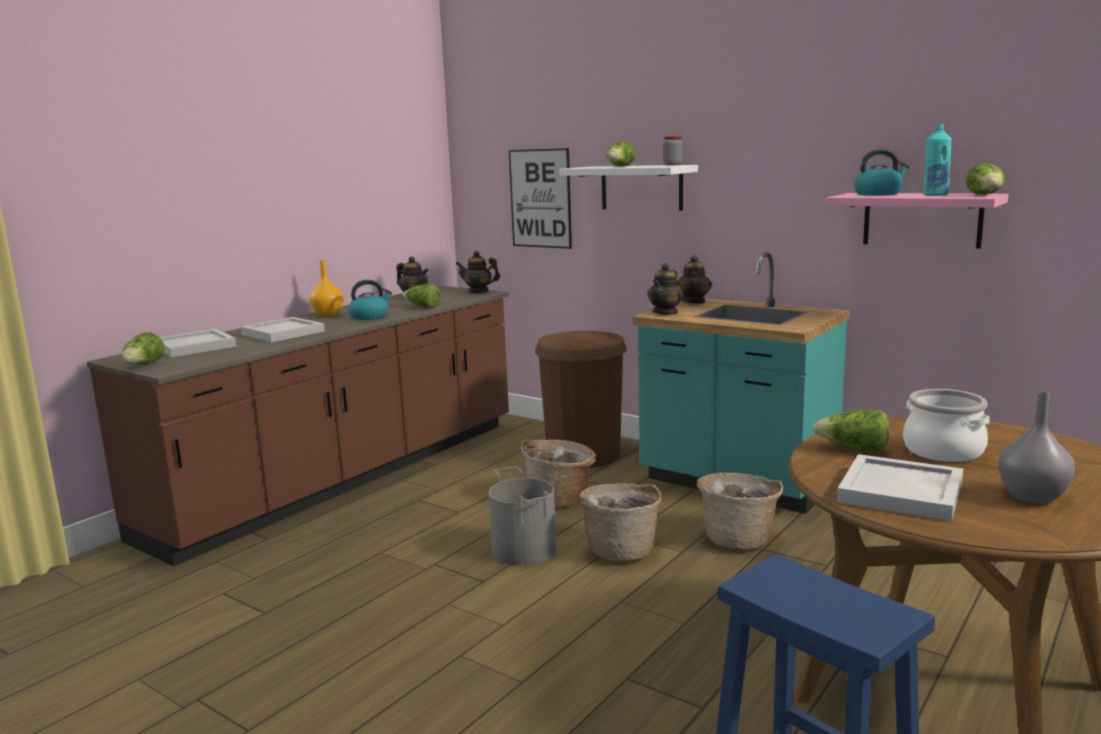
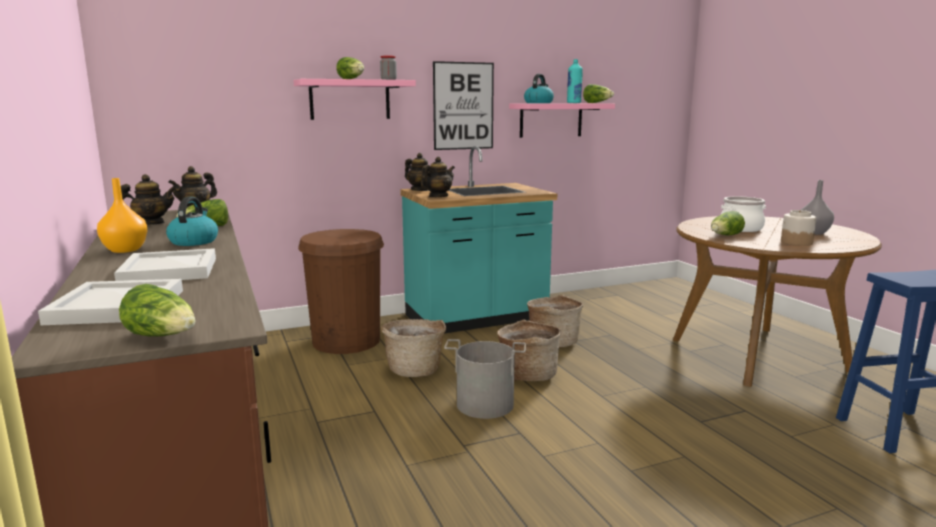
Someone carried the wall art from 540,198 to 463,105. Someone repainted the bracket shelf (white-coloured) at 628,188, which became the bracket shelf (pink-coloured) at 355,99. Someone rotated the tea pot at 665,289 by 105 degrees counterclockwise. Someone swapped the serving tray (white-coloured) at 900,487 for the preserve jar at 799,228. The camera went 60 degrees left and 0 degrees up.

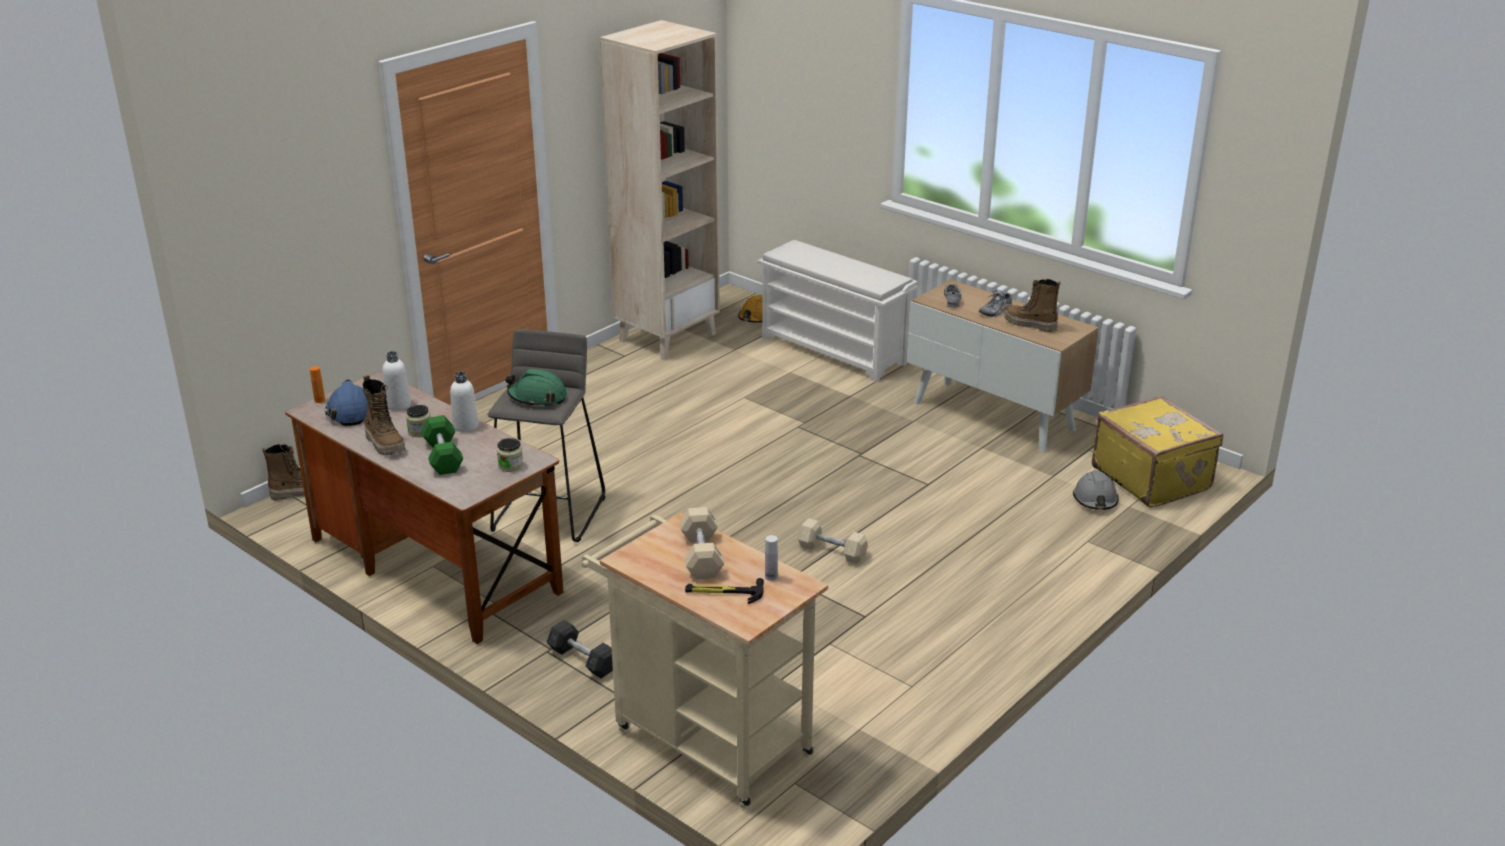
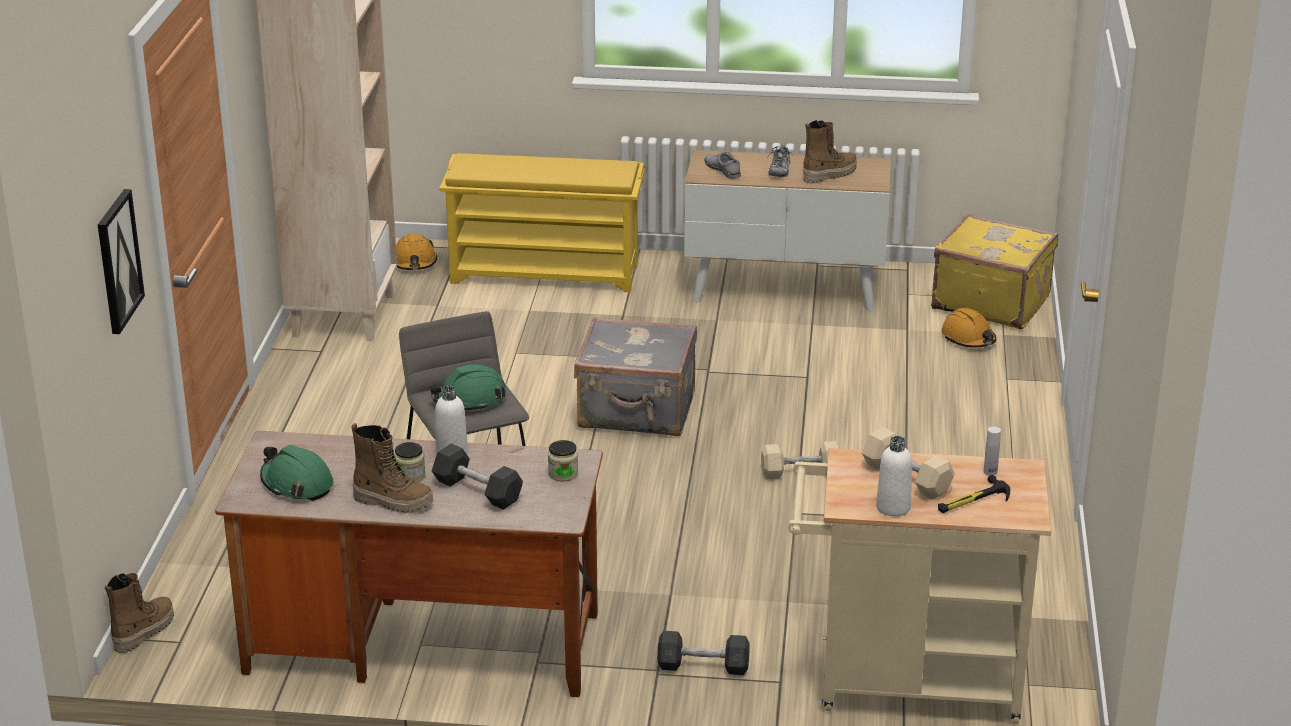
Someone repainted the shoe shelf (white-coloured) at 837,311, which became the shoe shelf (yellowish) at 542,222. Someone rotated the tall boot at 1032,306 by 150 degrees clockwise. Someone carried the drink bottle (white-coloured) from 396,381 to 894,476. Someone took away the drink bottle (orange) at 317,384. Someone repainted the hard hat (blue) at 346,402, which became the hard hat (greenish) at 296,473. Someone repainted the dumbbell (greenish) at 442,445, which became the dumbbell (grey) at 477,477. Someone repainted the hard hat (grey) at 1096,490, which became the hard hat (orange) at 968,328. Someone put up the wall art at 121,261. Someone put down the suitcase (grey) at 635,376. The camera went 35 degrees left and 0 degrees up.

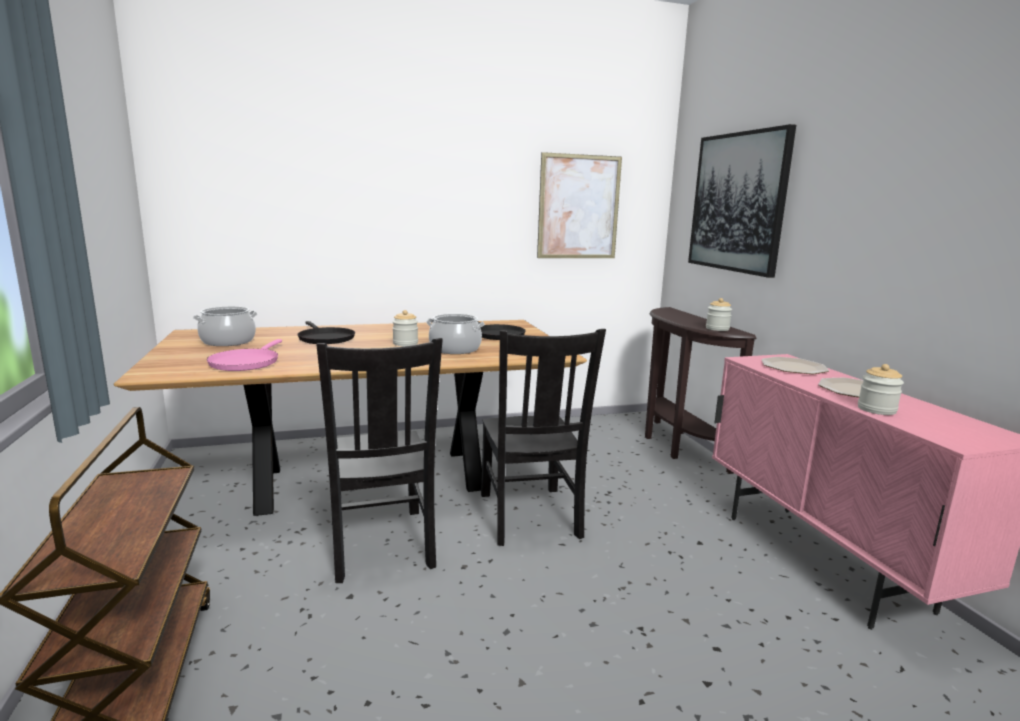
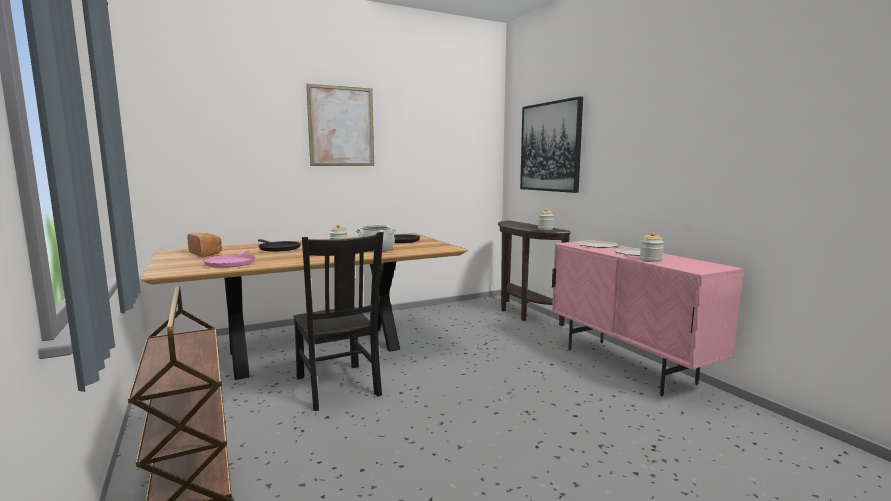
Someone carried the wall art from 579,205 to 340,125. Someone swapped the cooking pot at 225,326 for the baked bread at 204,245. Someone took away the upright chair (blackish) at 543,437. The camera went 10 degrees left and 5 degrees down.

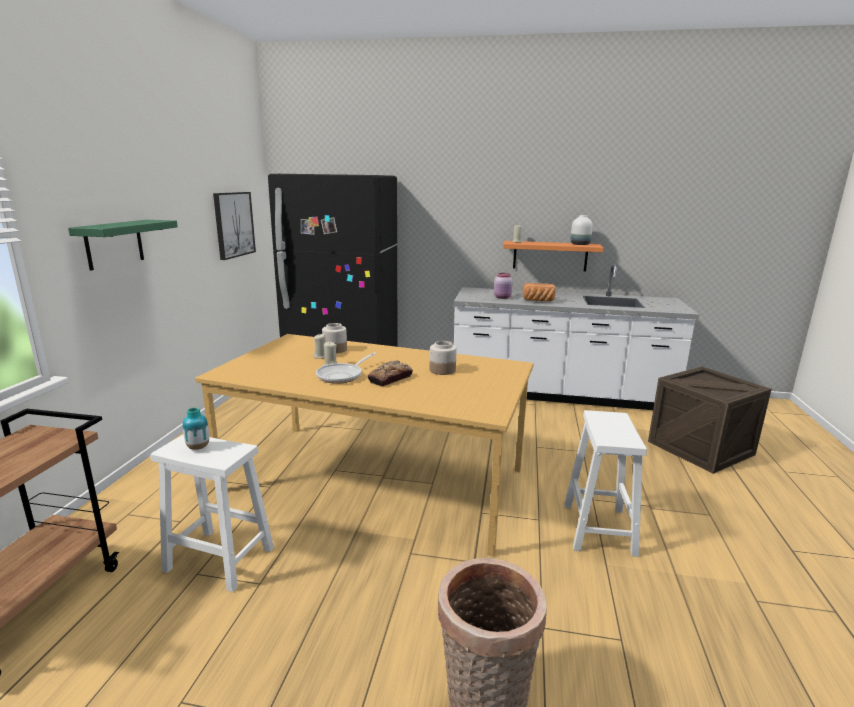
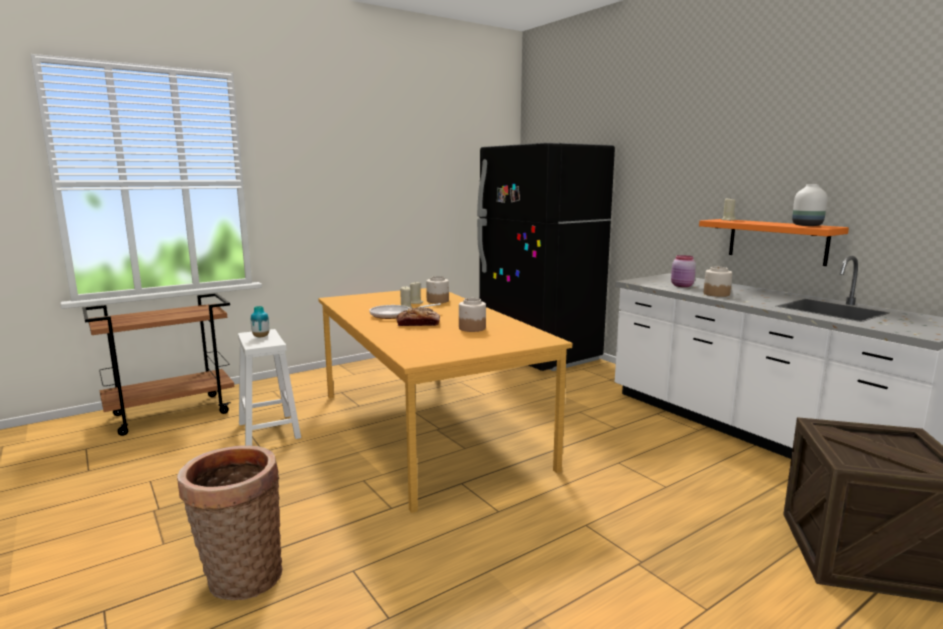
Someone took away the wall art at 234,226. Someone took away the bracket shelf (greenish) at 123,245. Someone swapped the baked bread at 539,292 for the preserve jar at 718,282. Someone took away the sitting stool (white-coloured) at 605,483. The camera went 45 degrees right and 5 degrees down.

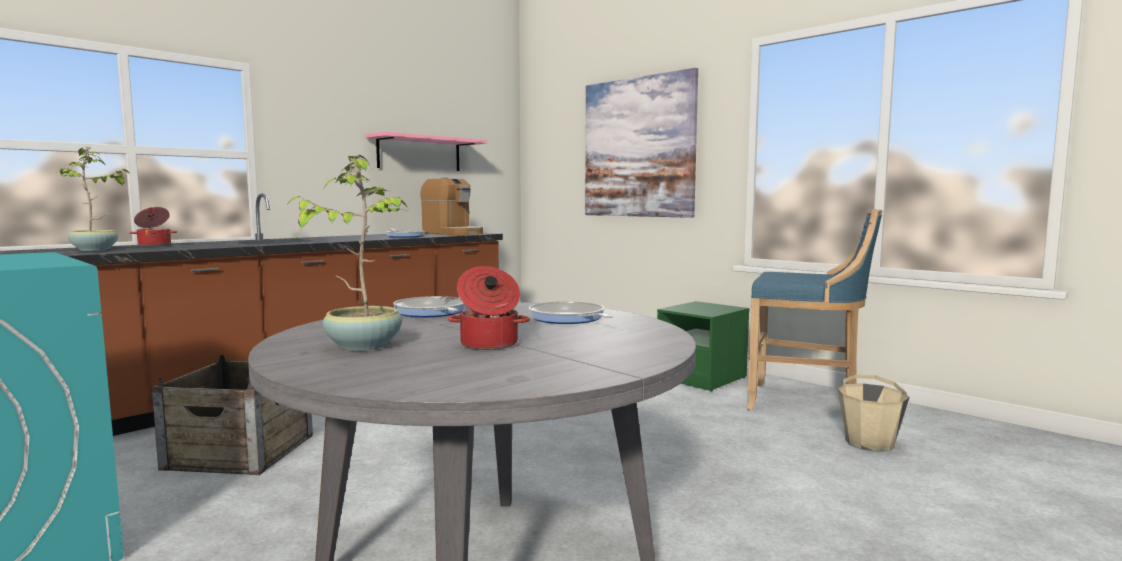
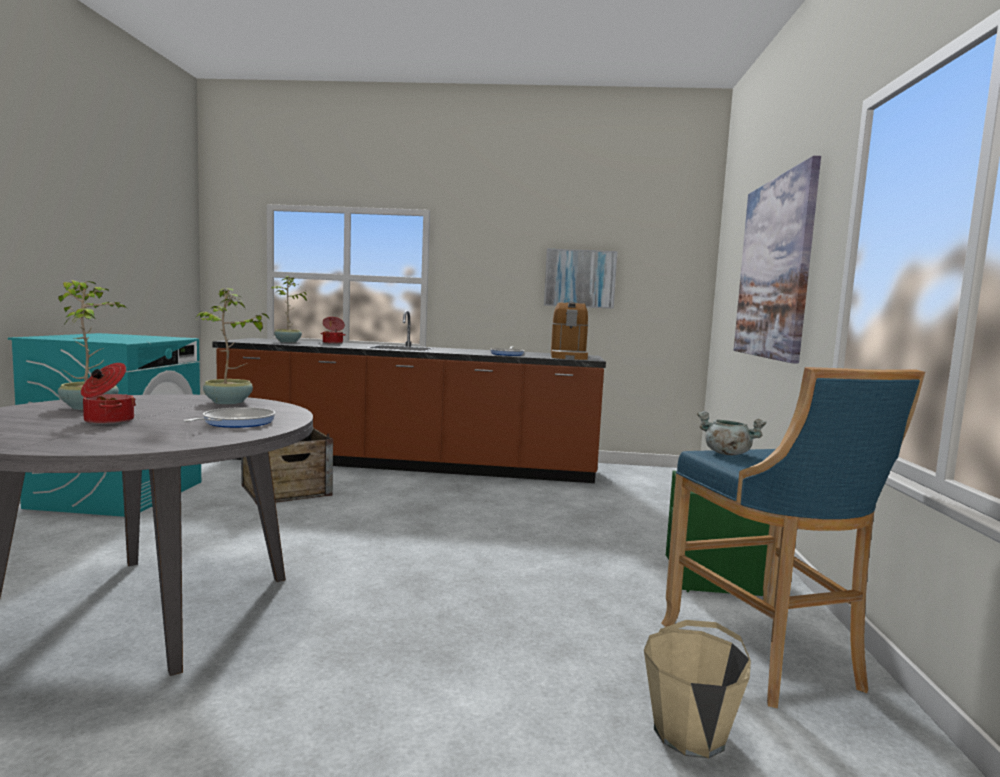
Someone swapped the bracket shelf (pink-coloured) at 426,151 for the wall art at 581,279. Someone swapped the skillet at 429,306 for the plant in a pot at 232,346. Someone put down the cooking pot (grey) at 731,433. The camera went 50 degrees right and 0 degrees up.

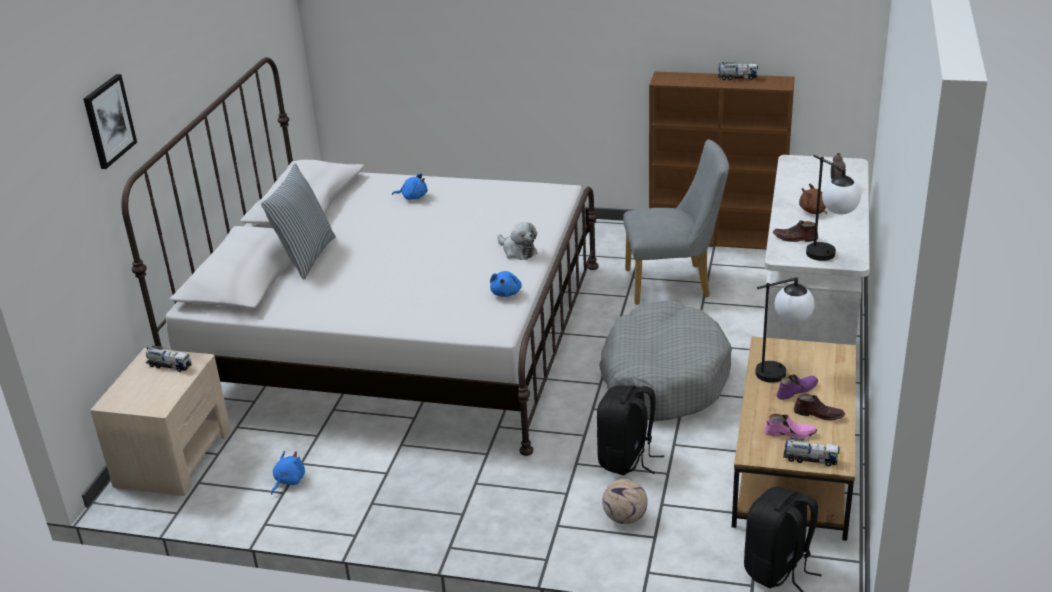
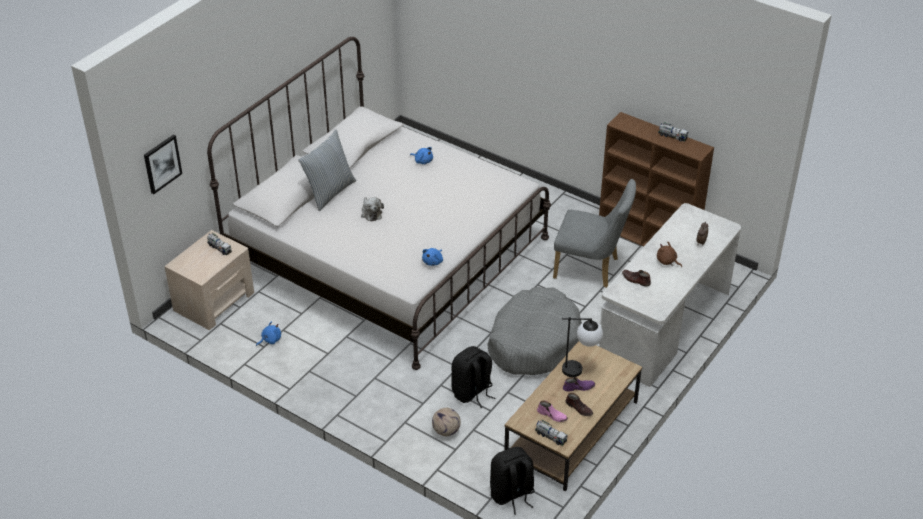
Someone carried the wall art from 110,121 to 163,164. Someone took away the table lamp at 833,208. Someone carried the plush toy from 517,241 to 372,209. The camera went 20 degrees right and 10 degrees up.

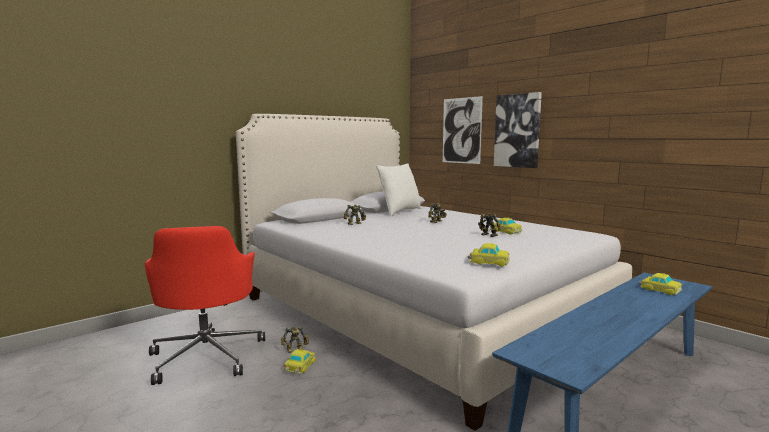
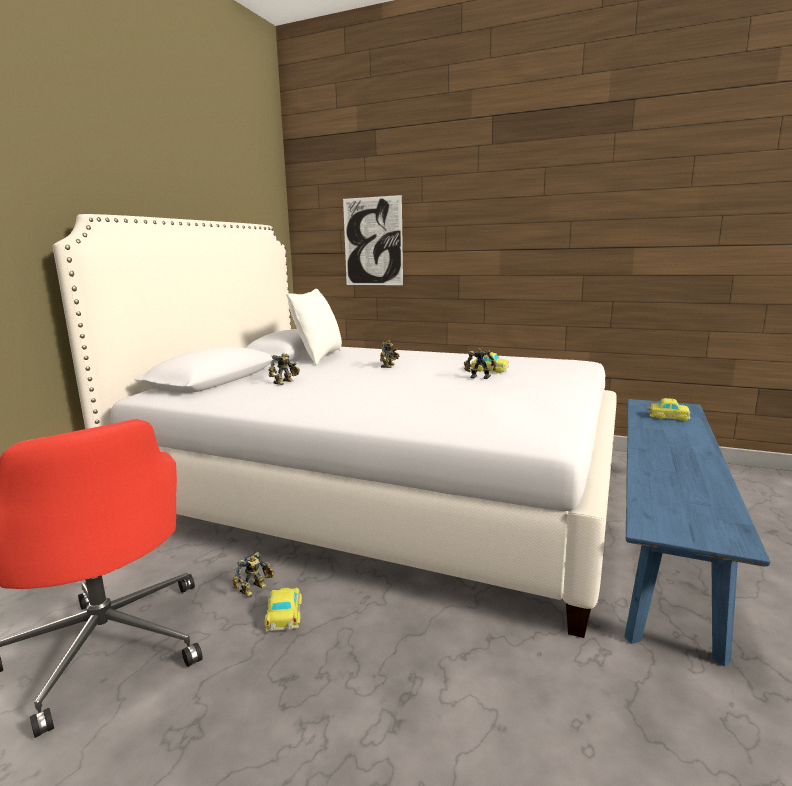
Someone took away the wall art at 518,130. Someone took away the model car at 489,254. The camera went 25 degrees left and 5 degrees up.

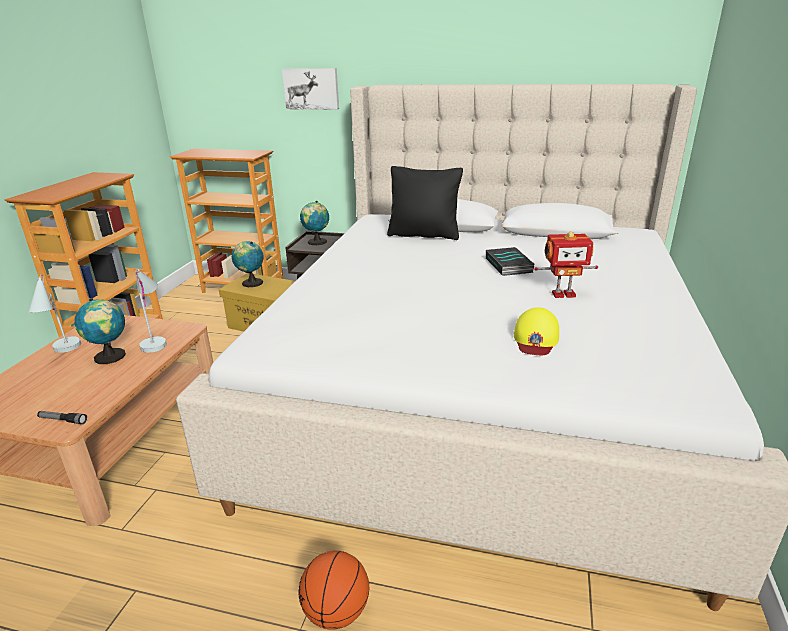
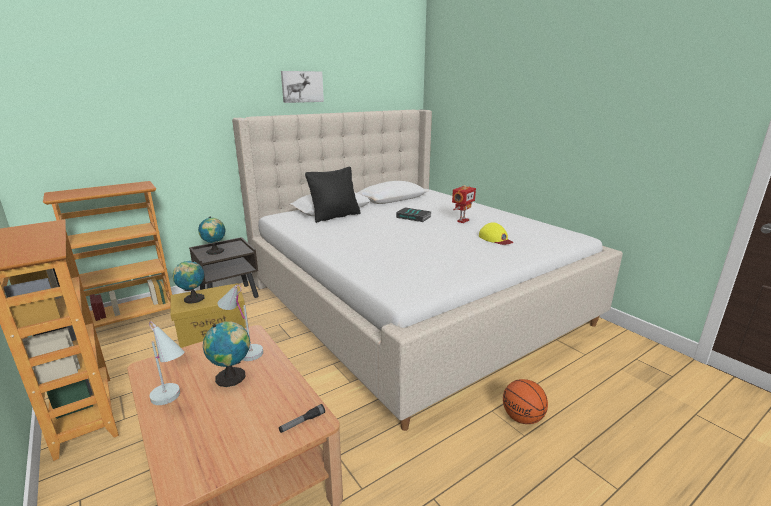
Someone carried the wall art from 310,89 to 302,87. The camera went 50 degrees left and 5 degrees down.

